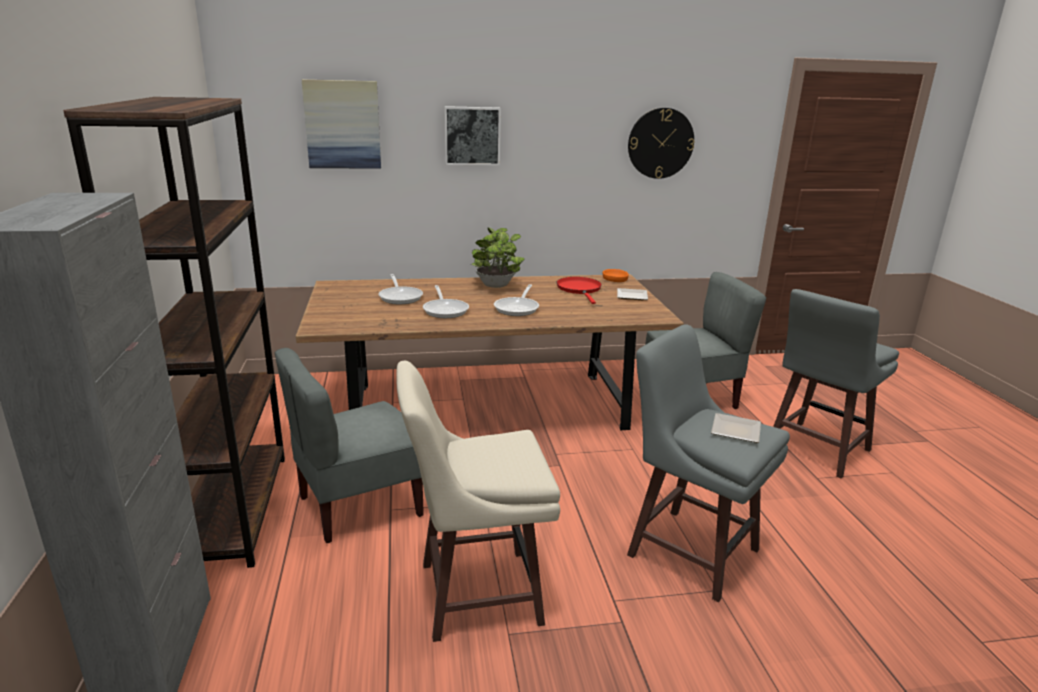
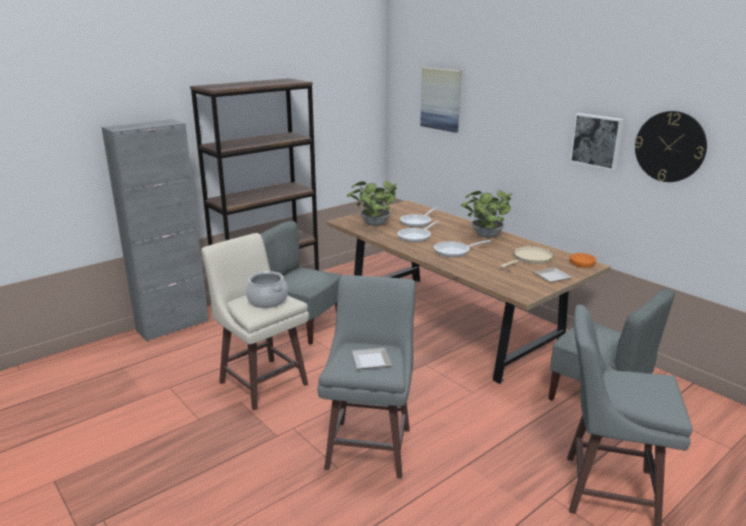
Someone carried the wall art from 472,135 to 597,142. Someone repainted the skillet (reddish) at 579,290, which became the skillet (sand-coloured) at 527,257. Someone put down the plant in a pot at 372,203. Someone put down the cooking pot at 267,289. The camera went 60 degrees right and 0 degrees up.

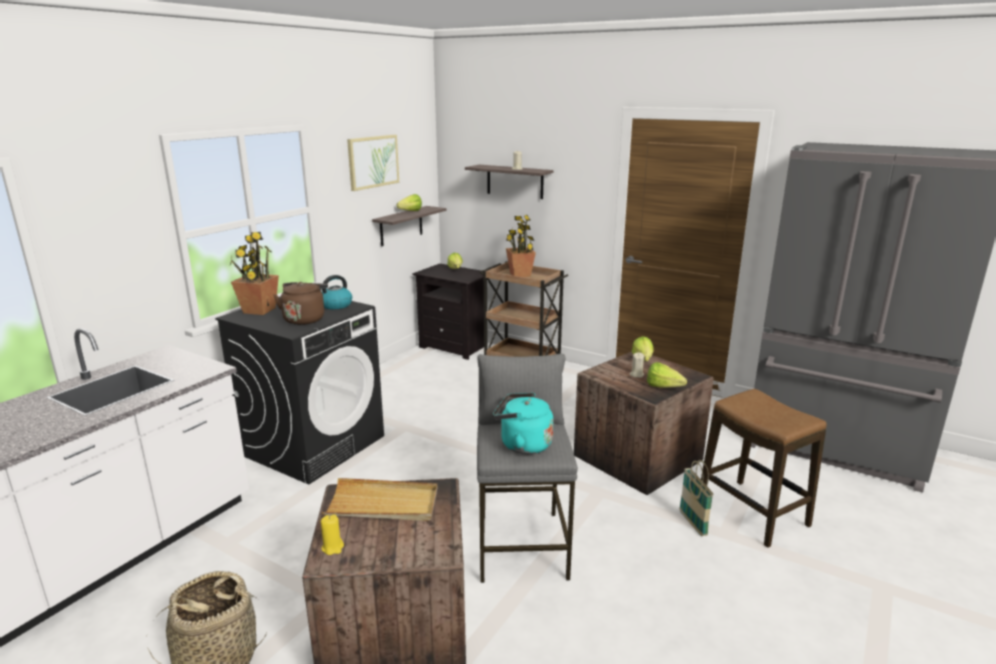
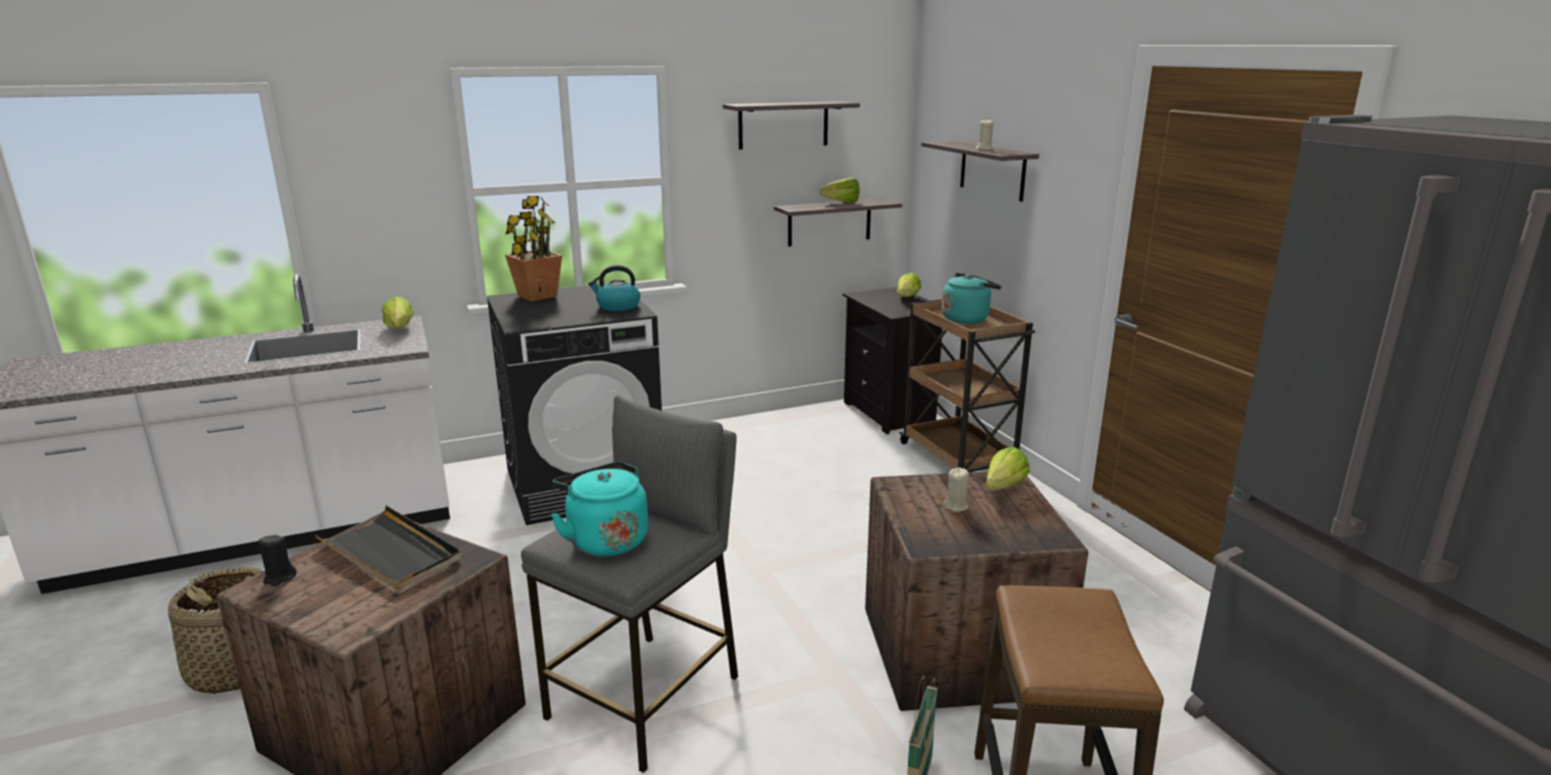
Someone swapped the wall art at 373,163 for the bracket shelf at 791,125. Someone swapped the plant in a pot at 521,246 for the kettle (turquoise-coloured) at 971,298. Someone took away the kettle (brownish) at 301,303. Someone carried the lettuce from 667,375 to 398,313. Someone repainted the serving tray (sand-coloured) at 379,499, which became the serving tray (blackish) at 388,548. Someone repainted the wax light (yellowish) at 332,534, which became the wax light (blackish) at 277,560. The camera went 35 degrees right and 0 degrees up.

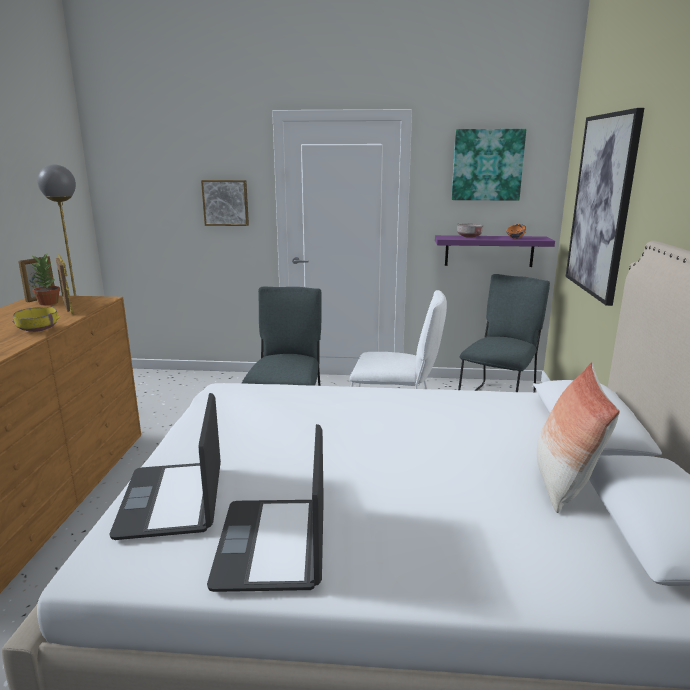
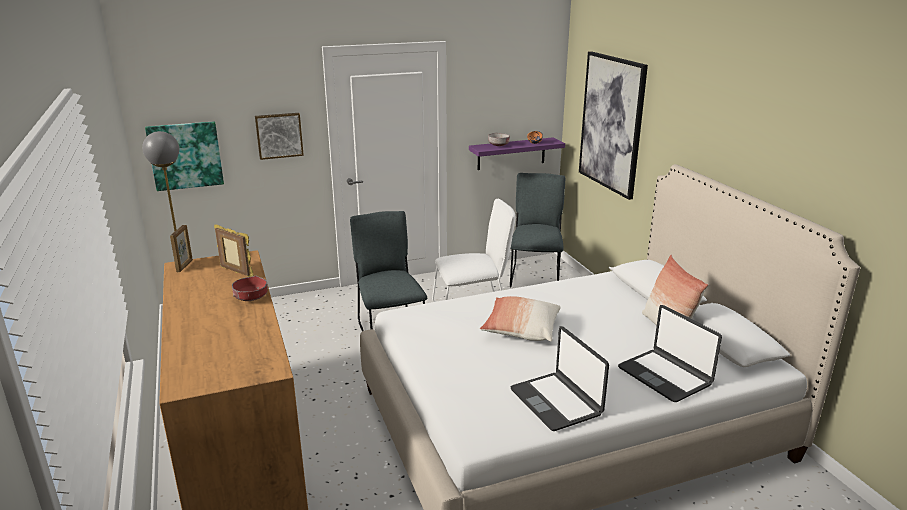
Someone carried the wall art from 488,165 to 184,156. Someone took away the plant in a pot at 45,279. Someone repainted the bowl (yellowish) at 36,319, which became the bowl (reddish) at 250,288. Someone carried the laptop from 165,466 to 670,353. Someone put down the cushion at 520,319. The camera went 25 degrees left and 5 degrees up.

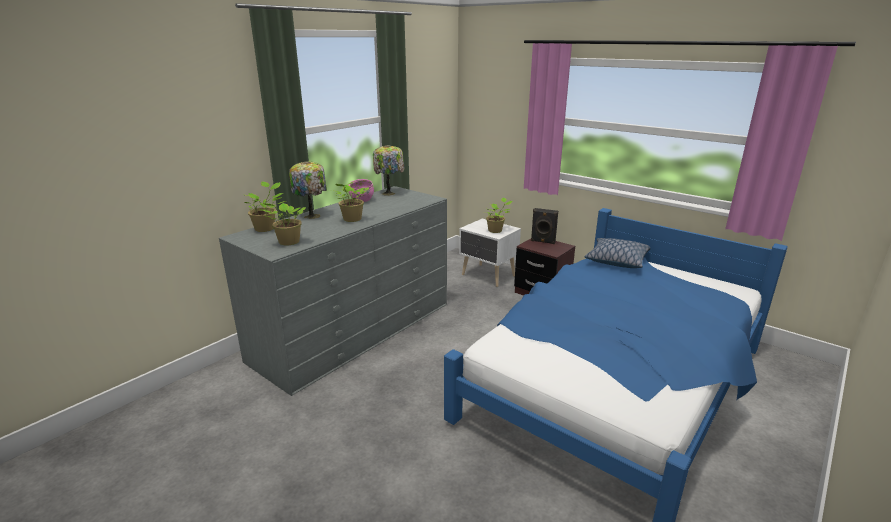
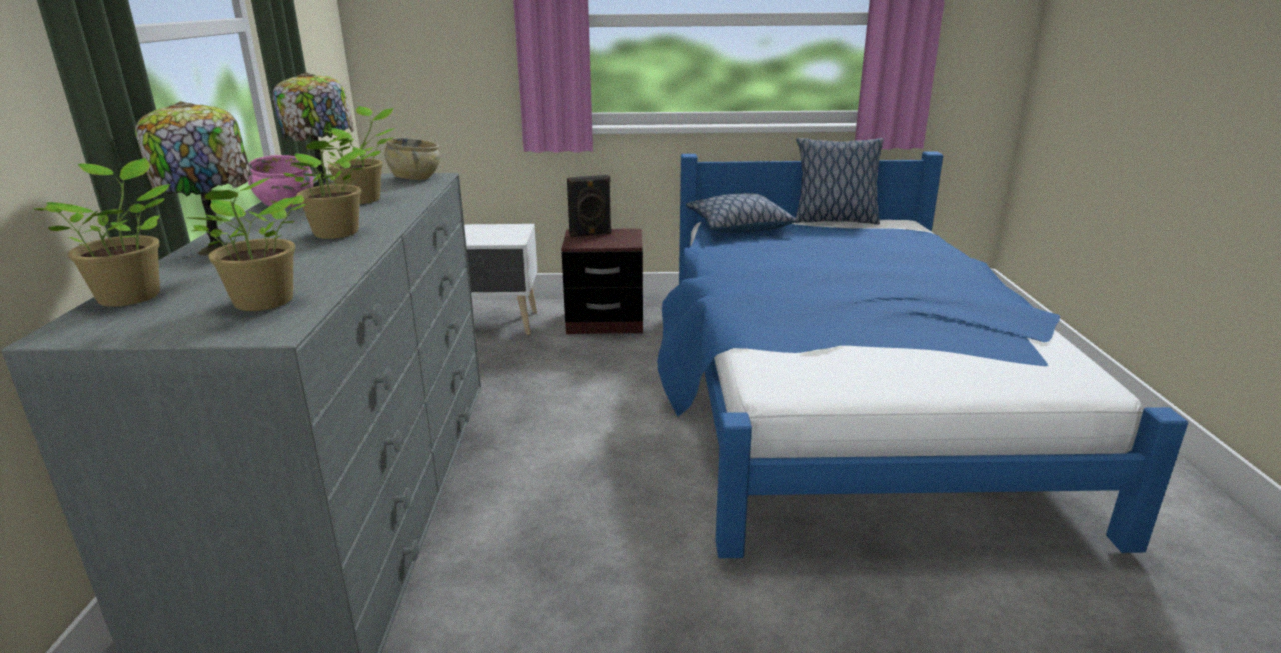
Someone carried the plant in a pot from 499,215 to 357,155. Someone put down the bowl (sand-coloured) at 412,159. Someone put down the cushion at 839,181. The camera went 40 degrees left and 0 degrees up.

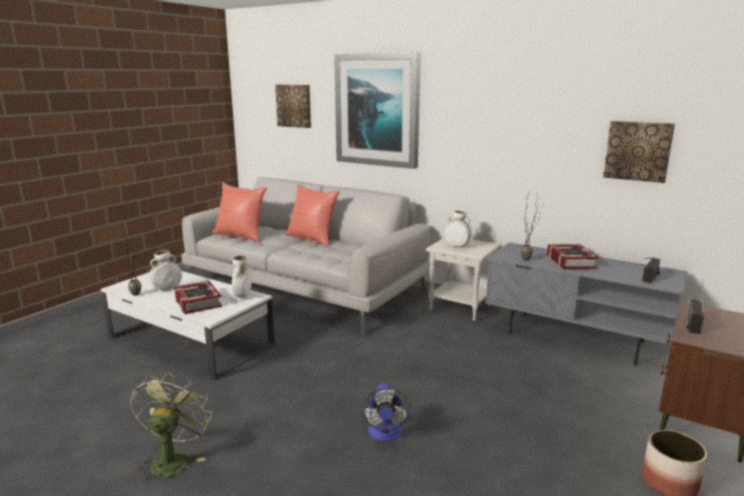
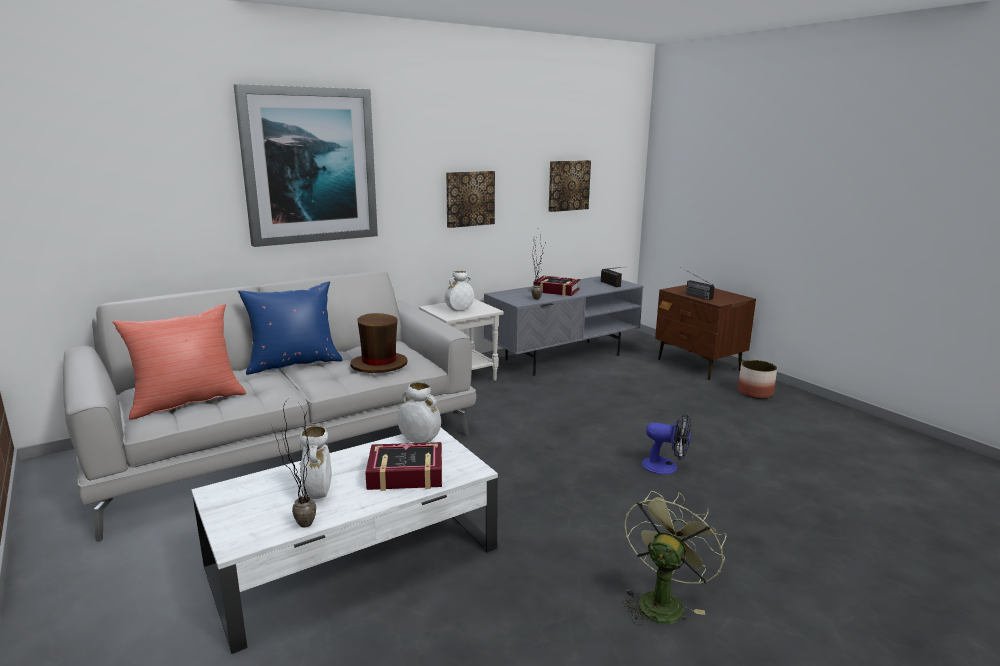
Someone carried the wall art from 293,106 to 470,199. Someone repainted the cushion (reddish) at 312,215, which became the cushion (blue) at 290,328. Someone rotated the cooling fan (greenish) at 171,428 by 90 degrees clockwise. Someone put down the clothing hat (brownish) at 378,343. The camera went 65 degrees left and 0 degrees up.

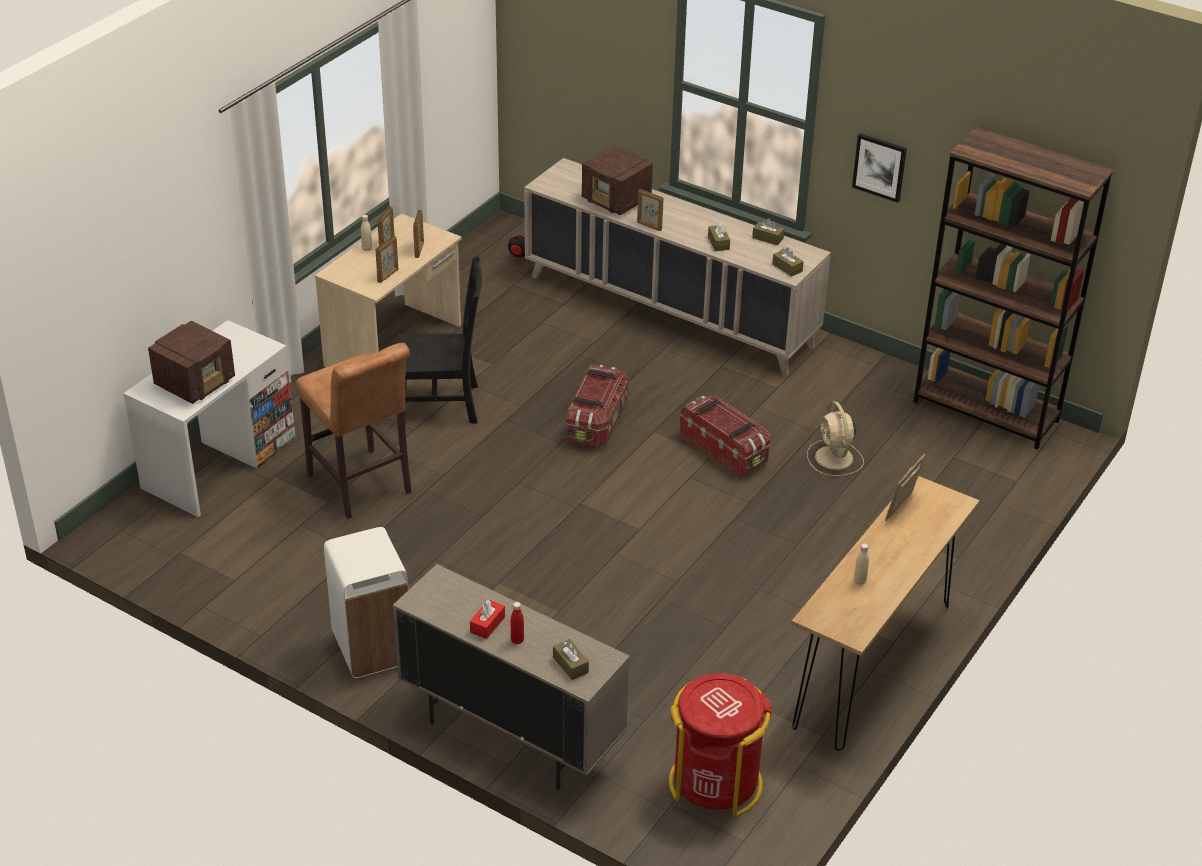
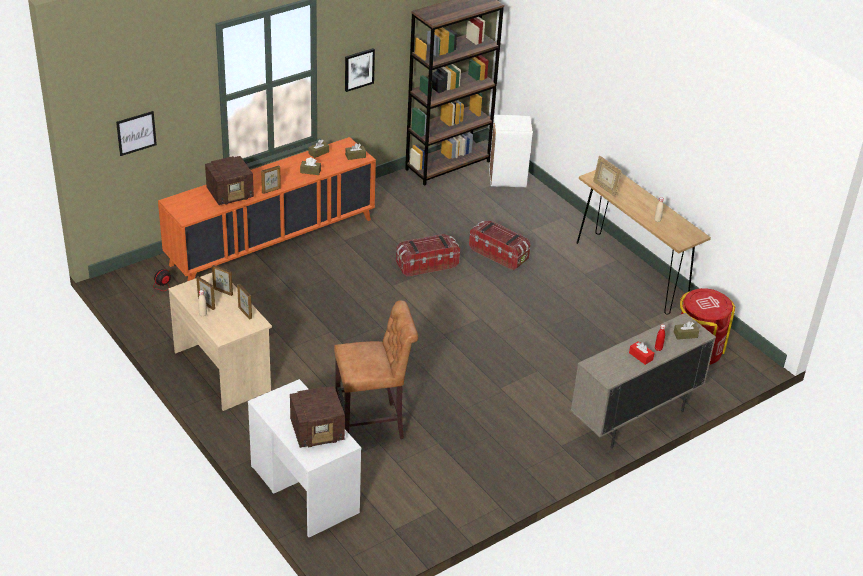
Someone repainted the cabinet (sand-coloured) at 677,267, which became the cabinet (orange) at 267,209. Someone took away the upright chair (blackish) at 439,339. Someone rotated the radio set at 191,362 by 105 degrees clockwise. Someone carried the storage box from 597,405 to 499,245. Someone took away the cooling fan (sand-coloured) at 835,438. Someone carried the waste bin (white-coloured) from 366,602 to 510,151. Someone put up the wall art at 136,133. The camera went 70 degrees left and 0 degrees up.

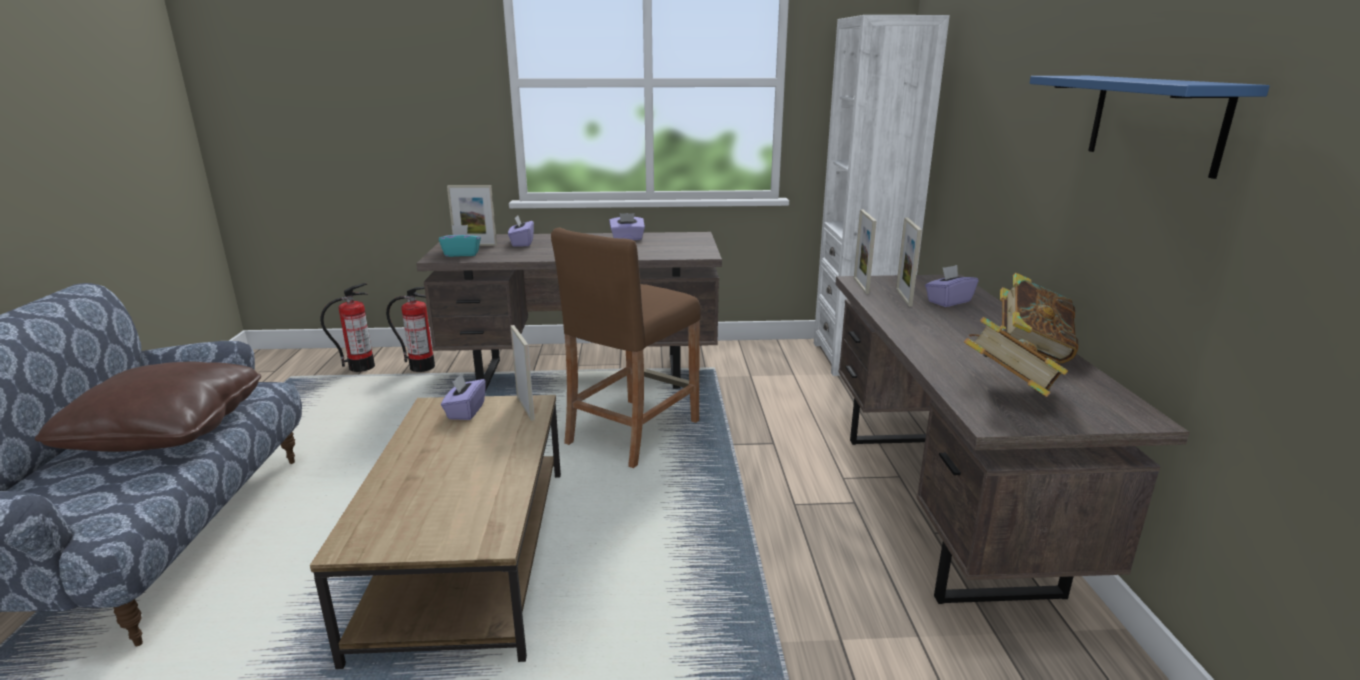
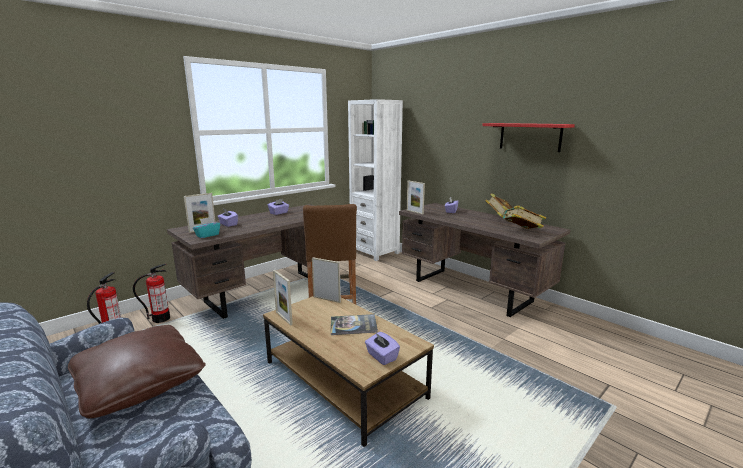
Someone repainted the bracket shelf (blue) at 1149,127, which became the bracket shelf (reddish) at 528,137. Someone carried the picture frame from 909,261 to 283,297. Someone carried the tissue box (purple-coloured) from 463,396 to 382,348. Someone put down the volume at 354,324. The camera went 40 degrees left and 5 degrees down.

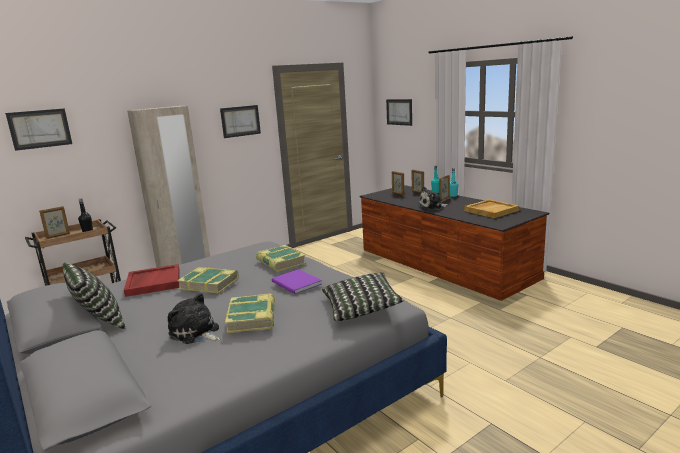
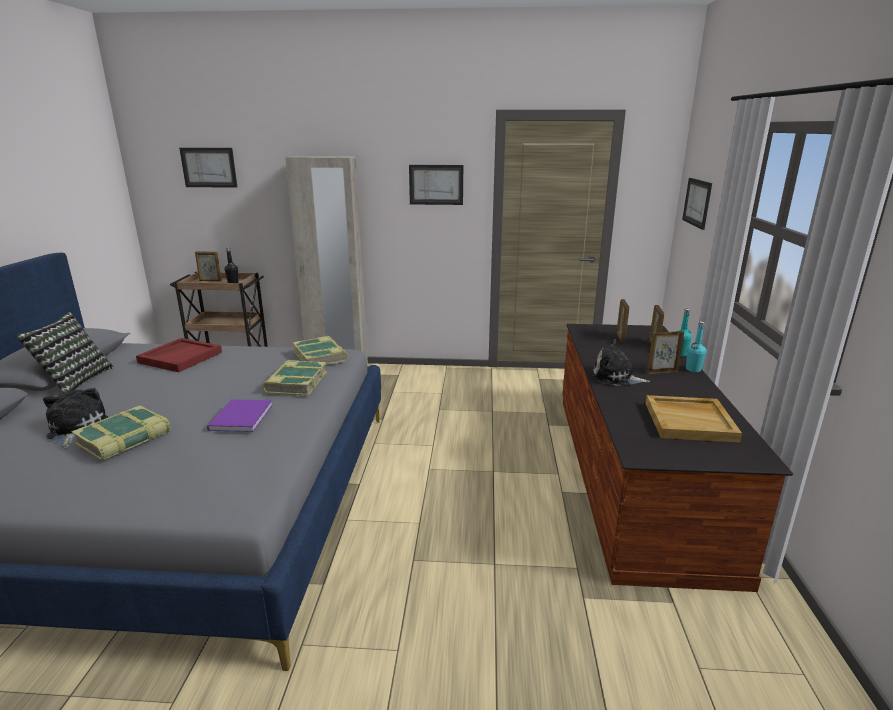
Someone carried the volume from 208,280 to 320,350. Someone took away the cushion at 363,296. The camera went 40 degrees right and 5 degrees up.

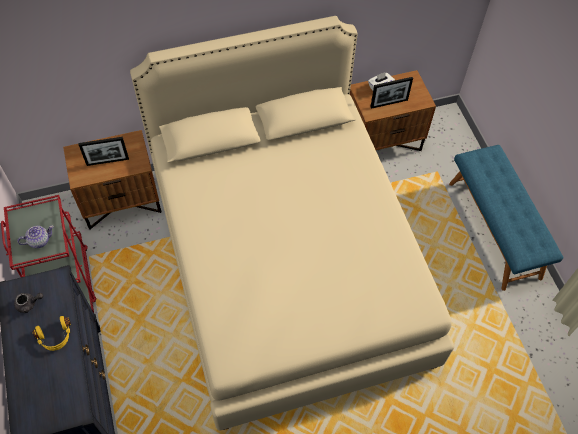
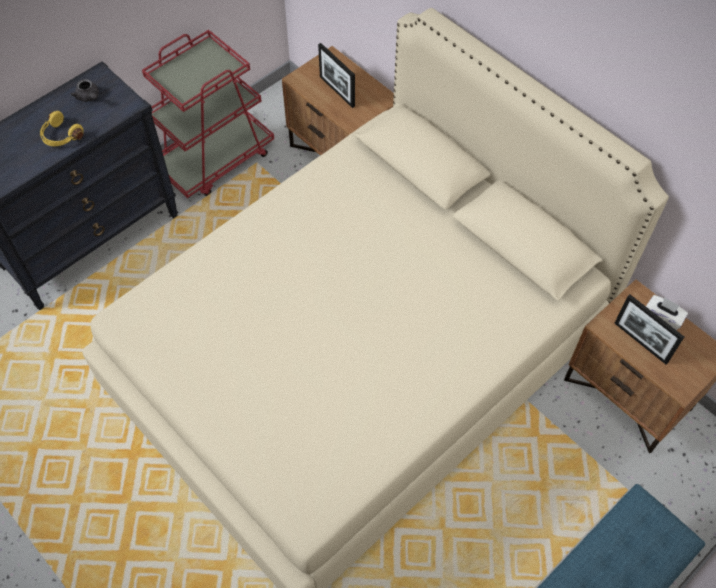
Someone took away the tea pot at 35,237. The camera went 65 degrees right and 0 degrees up.

